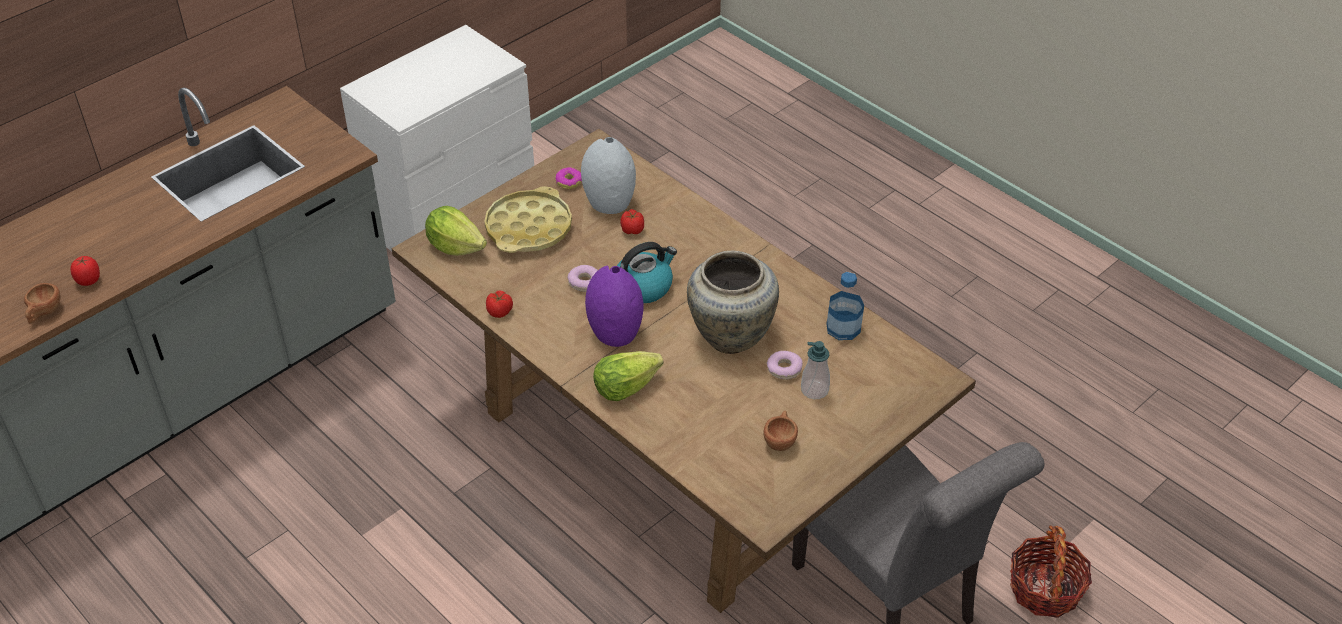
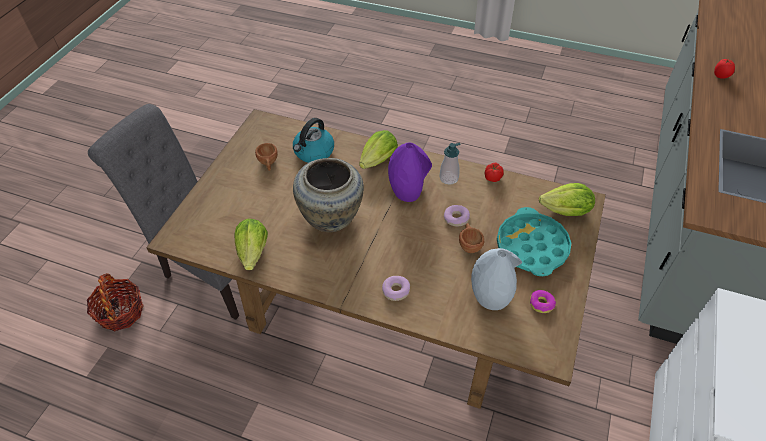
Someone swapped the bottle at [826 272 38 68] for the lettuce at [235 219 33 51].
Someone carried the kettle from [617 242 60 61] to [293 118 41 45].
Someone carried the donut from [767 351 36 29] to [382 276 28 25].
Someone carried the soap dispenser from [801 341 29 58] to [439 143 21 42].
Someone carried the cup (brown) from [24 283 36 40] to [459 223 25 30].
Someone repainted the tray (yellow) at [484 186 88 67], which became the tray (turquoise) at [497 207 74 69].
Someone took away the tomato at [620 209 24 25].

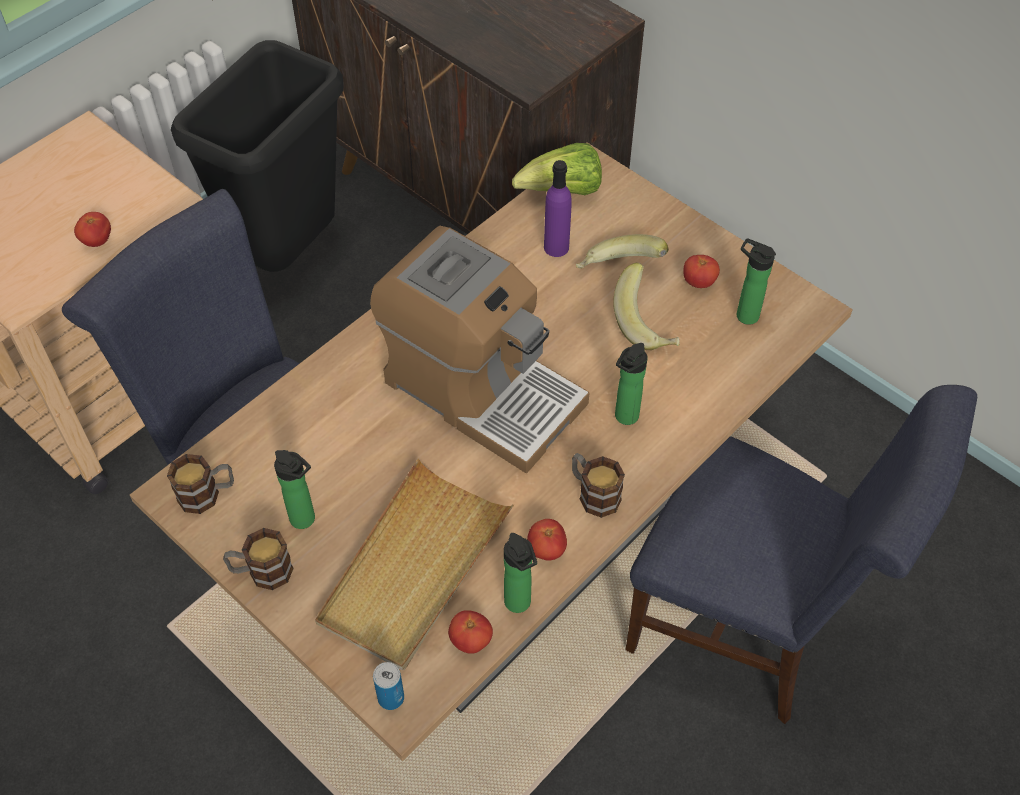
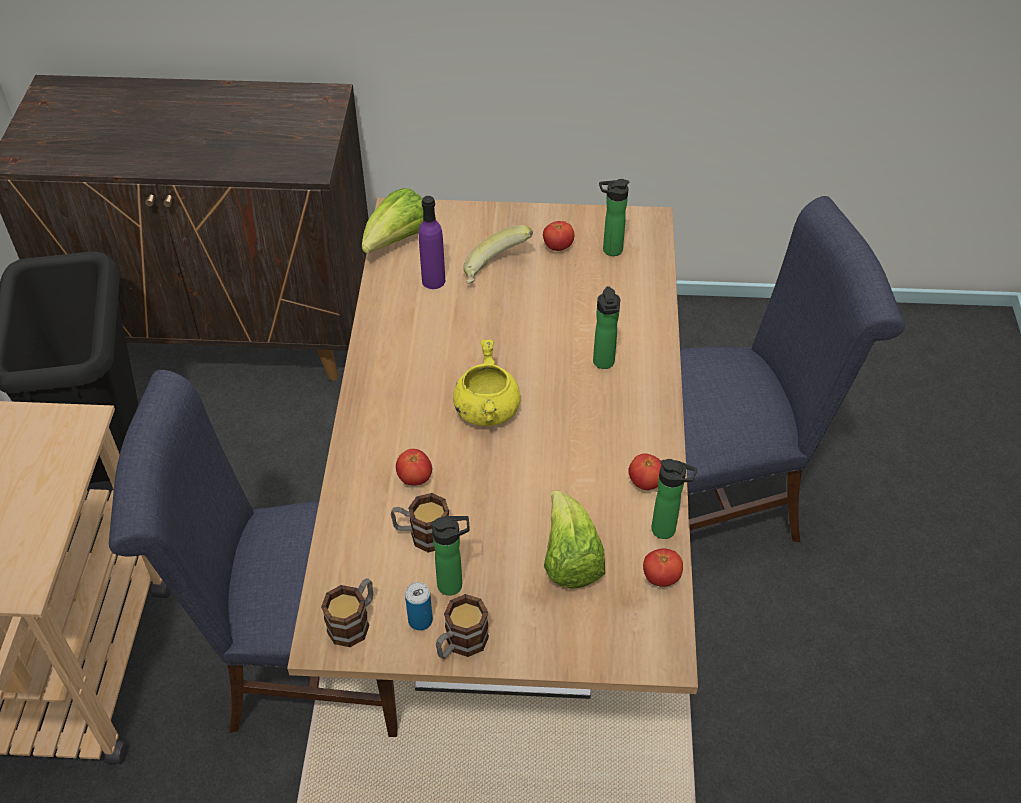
Someone carried the mug from [572 453 53 65] to [391 493 58 59].
Someone carried the tomato from [74 212 37 35] to [396 449 36 36].
Someone carried the can from [373 662 31 48] to [405 582 28 48].
Someone swapped the coffee machine at [370 226 220 248] for the cooking pot (yellow) at [453 340 68 86].
Someone swapped the tray (beige) at [315 459 199 211] for the lettuce at [544 490 61 99].
Someone took away the banana at [613 262 67 88].

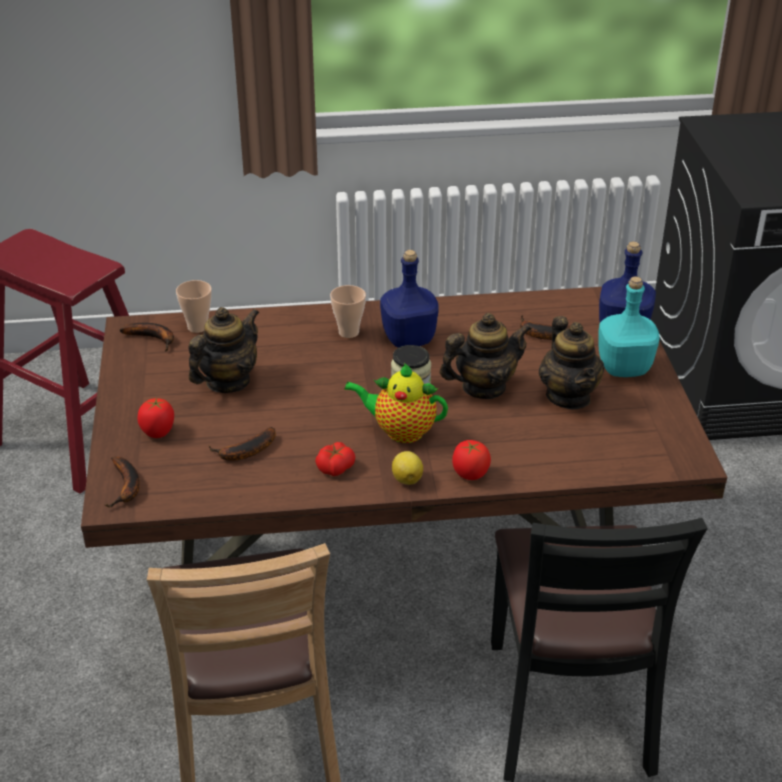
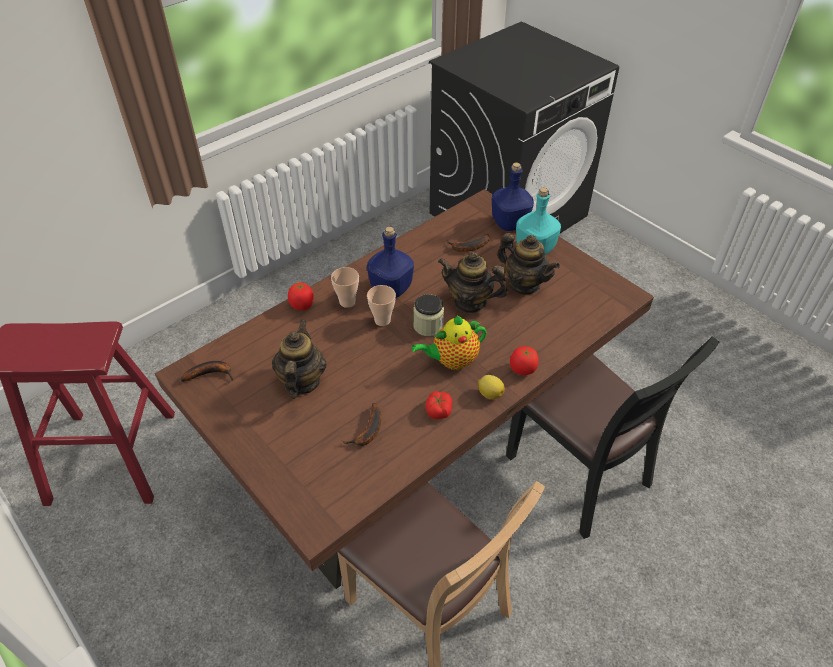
Someone carried the tomato from [138 398 36 40] to [288 282 26 28].
Someone carried the cup from [176 280 36 53] to [367 285 29 41].
Someone rotated the teapot at [440 313 92 86] by 105 degrees counterclockwise.
Someone took away the banana at [104 457 36 51].

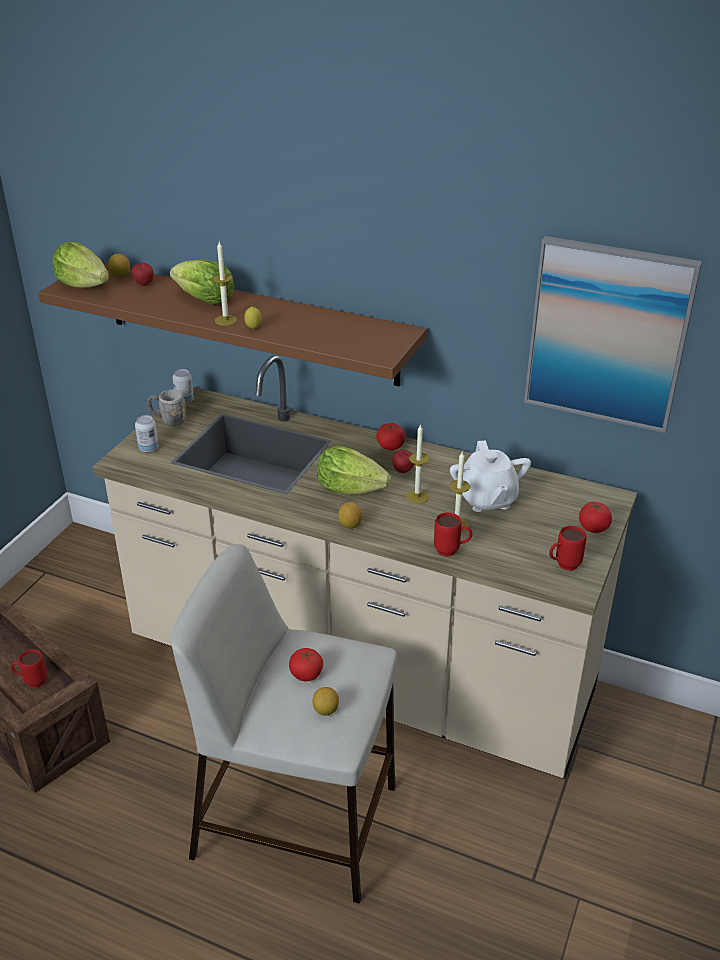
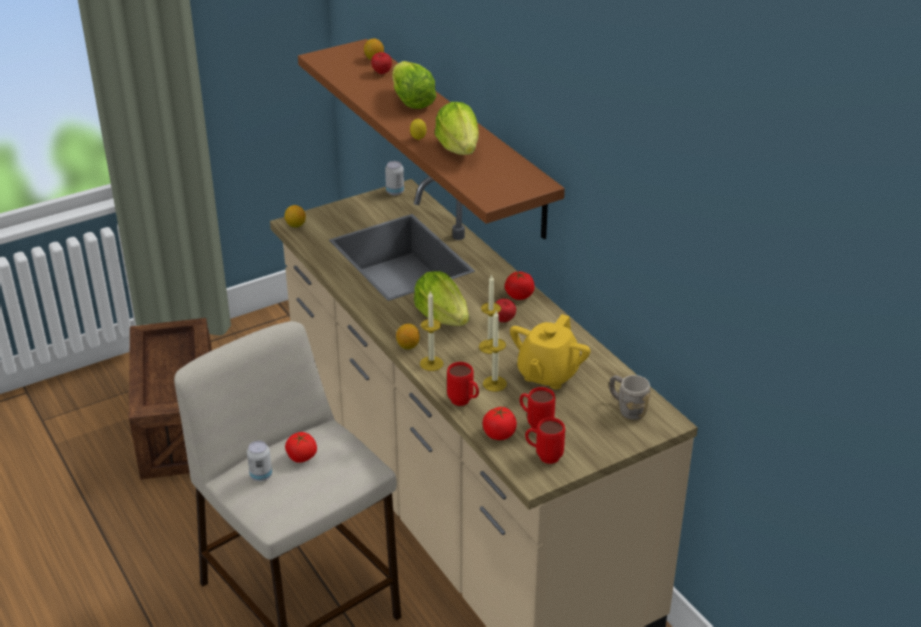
Someone carried the can from [135 415 24 38] to [247 441 25 40].
Someone carried the lemon from [313 687 26 29] to [284 205 22 22].
Someone carried the candle from [213 242 24 84] to [420 290 23 81].
Someone carried the lettuce from [52 241 57 47] to [435 102 44 53].
Someone carried the tomato from [579 502 33 31] to [483 407 34 33].
Someone repainted the teapot (white) at [450 440 81 72], which became the teapot (yellow) at [510 314 81 76].
Someone carried the mug (red) from [11 649 36 39] to [520 387 35 43].
Someone carried the mug (grey) from [147 389 39 37] to [609 375 42 45].
Someone took away the picture at [524 236 178 197].

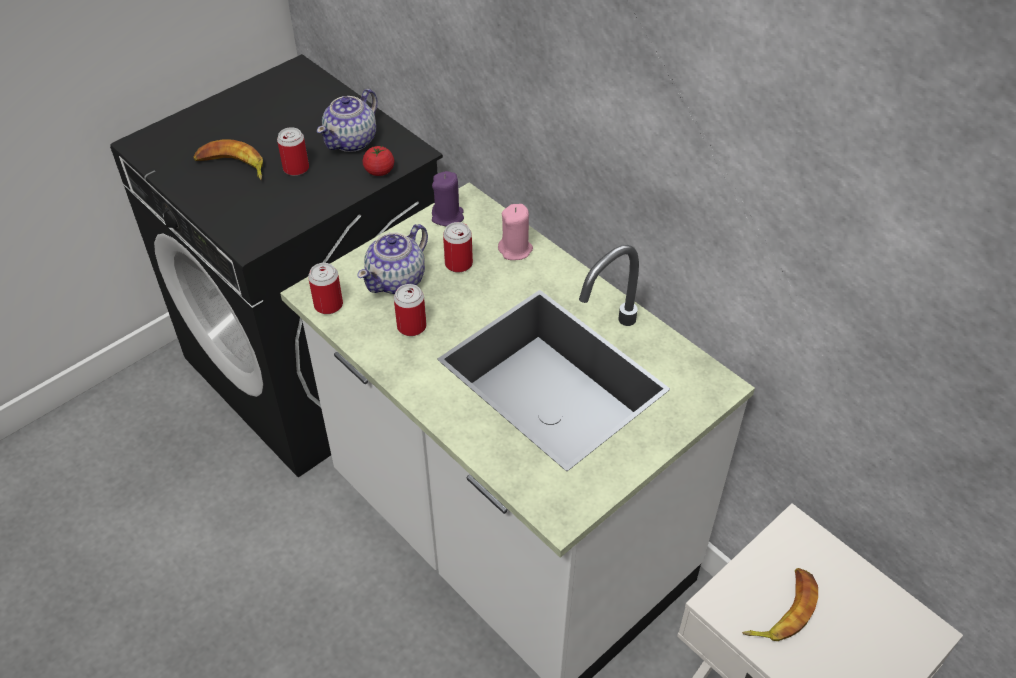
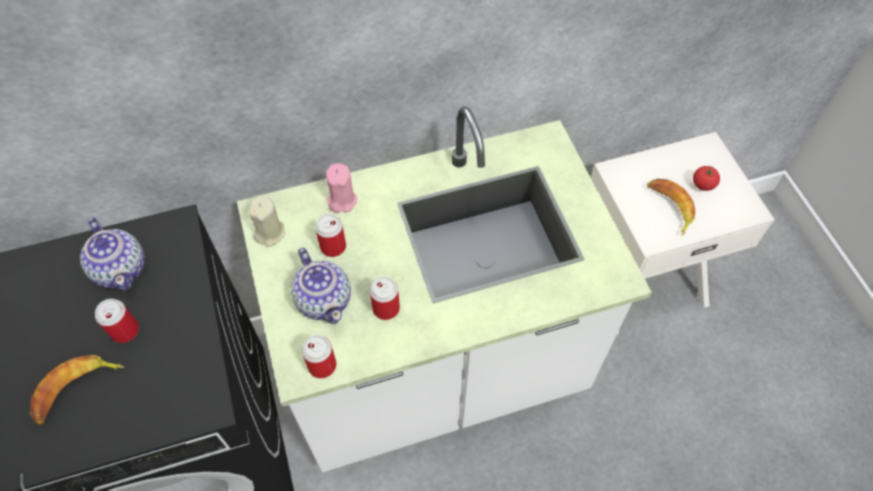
Someone repainted the candle (purple) at [432 171 32 56], which became the candle (beige) at [249 196 36 51].
Someone carried the tomato from [363 145 31 31] to [693 166 27 25].

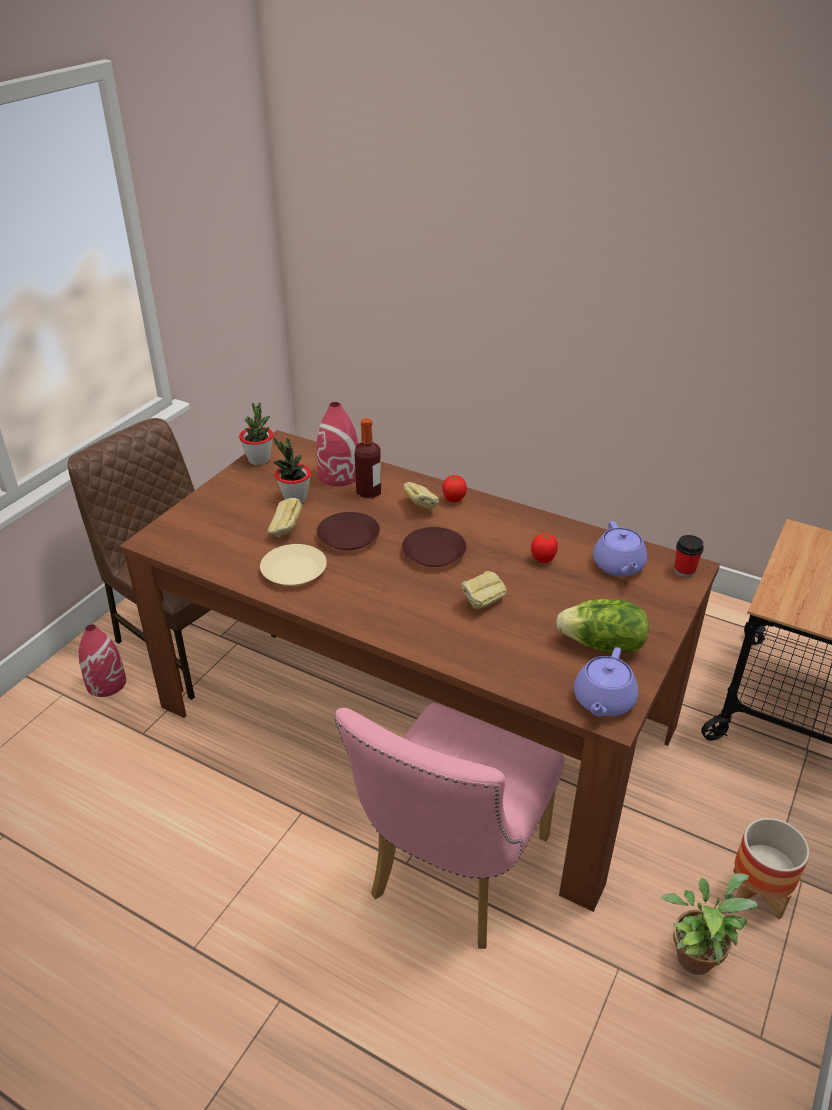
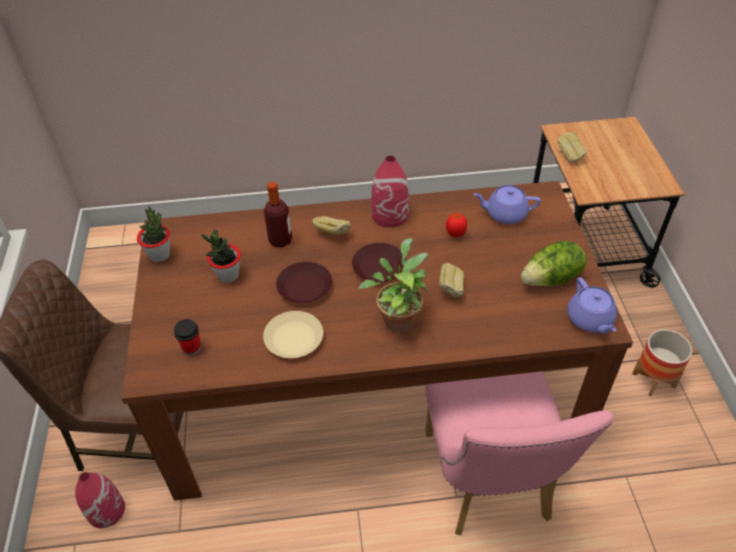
Someone carried the cup from [674 535 30 43] to [174 319 27 37].
Someone carried the potted plant from [661 873 97 102] to [359 238 69 95].
Someone carried the vase (red) from [317 402 41 85] to [371 156 38 71].
Someone rotated the teapot (purple) at [593 521 54 56] by 135 degrees clockwise.
Someone carried the bread from [268 498 34 39] to [557 132 30 30].
Someone took away the tomato at [442 475 25 27].

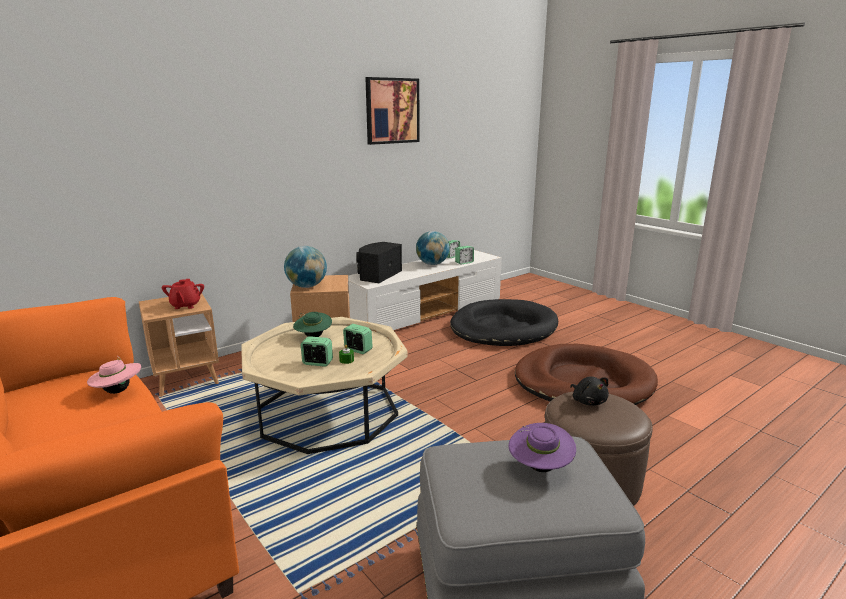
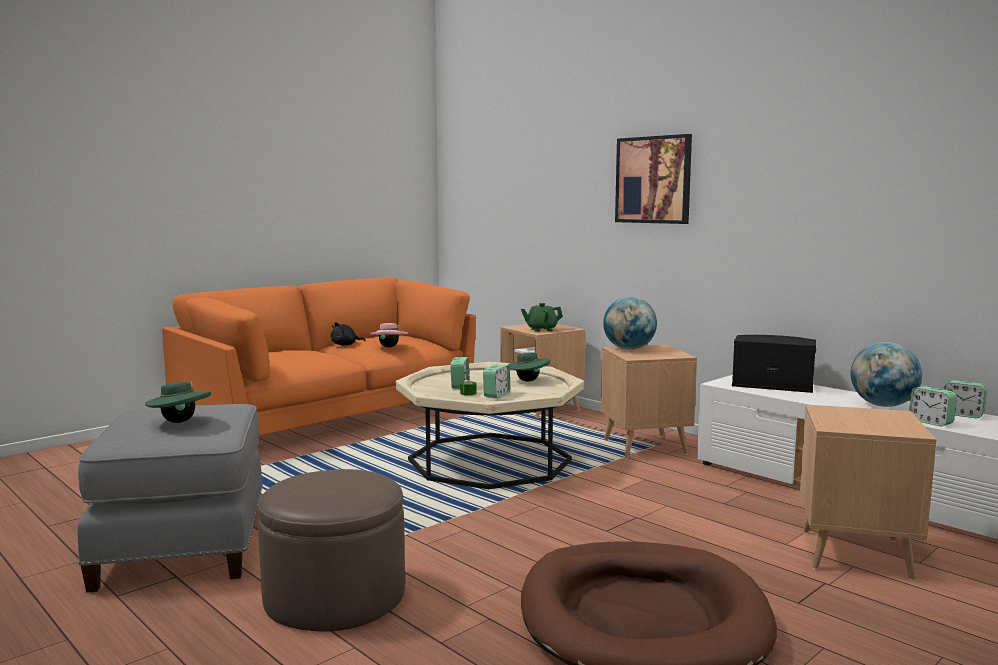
Someone repainted the hat (purple) at [509 423 67 49], which became the hat (green) at [145 378 66 45].
Someone carried the plush toy (black) from [570 377 39 29] to [331 322 35 24].
Someone repainted the teapot (red) at [162 279 42 30], which became the teapot (green) at [521 303 42 29].
Someone carried the picture from [365 77 54 68] to [615 134 77 90].
Someone swapped the dog bed (black) at [450 299 108 47] for the side table (brown) at [800 405 136 176].

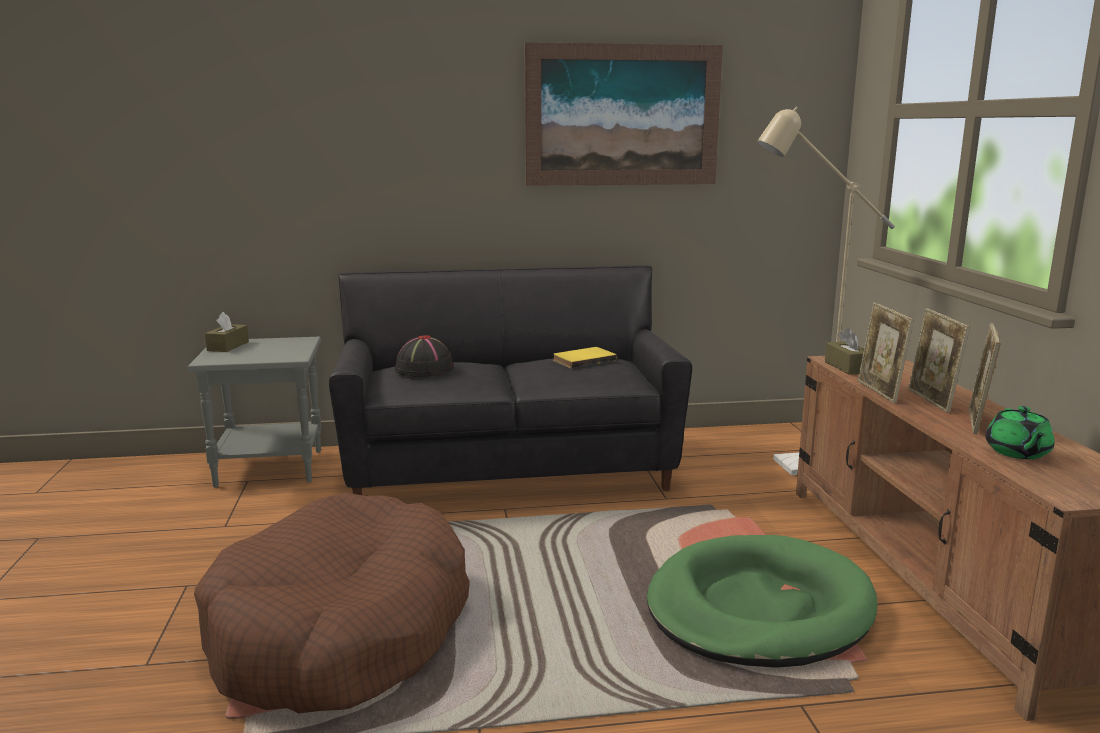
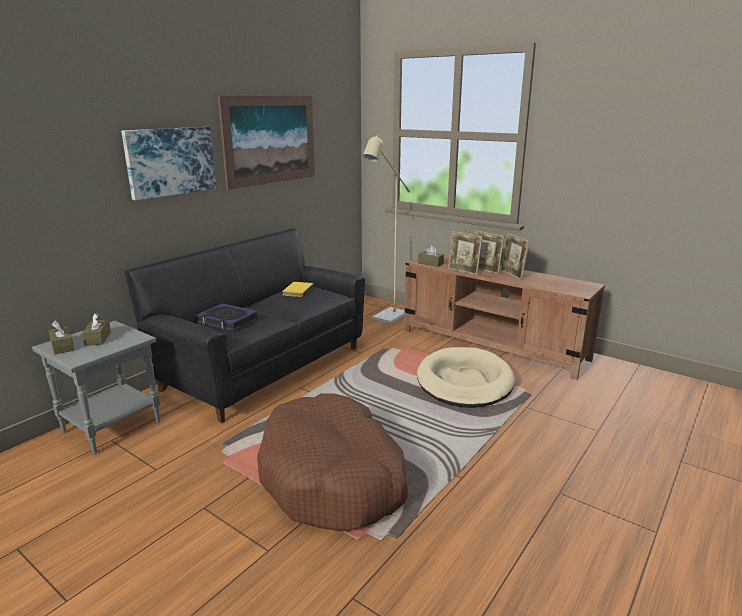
Someone put down the tissue box (brown) at [82 313 29 33].
Someone put up the picture at [121 127 95 73].
Someone swapped the hat (black) at [395 335 59 42] for the book at [197 303 61 28].
Someone repainted the dog bed (green) at [647 535 231 133], which became the dog bed (beige) at [417 347 98 61].
Someone took away the teapot (green) at [985 406 69 53].

